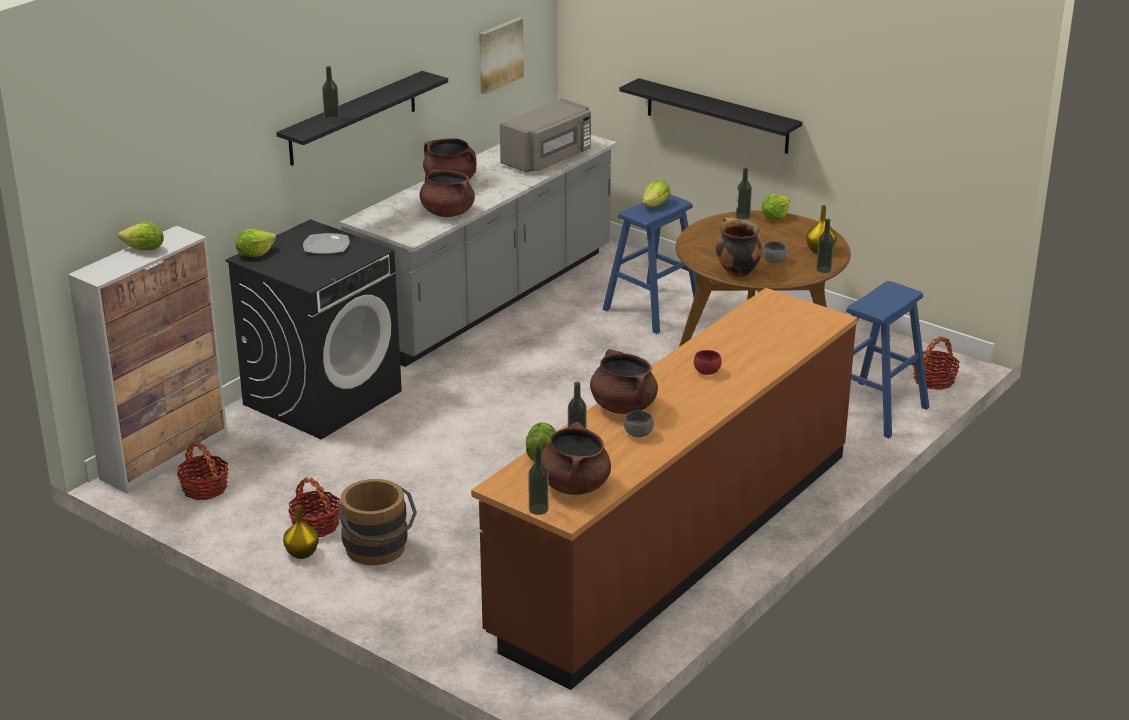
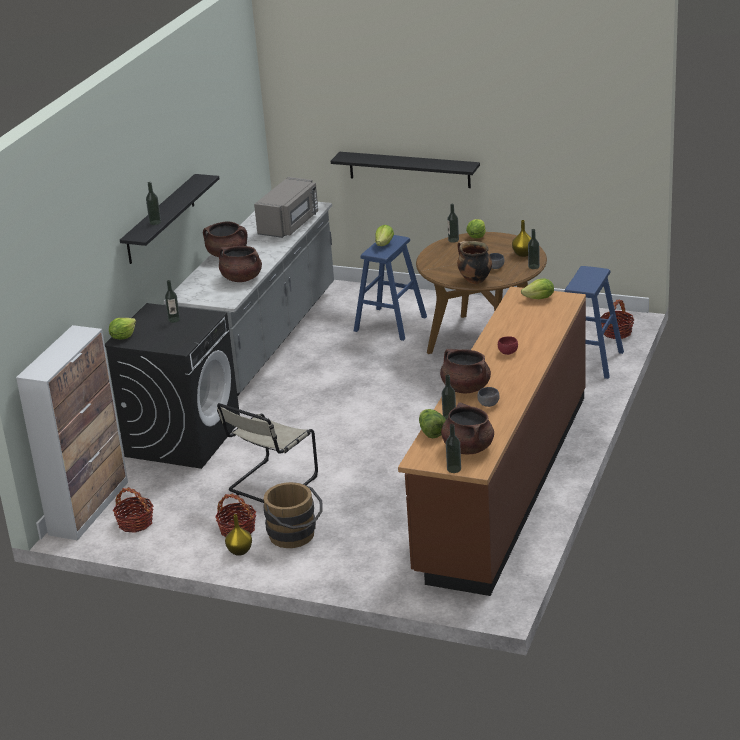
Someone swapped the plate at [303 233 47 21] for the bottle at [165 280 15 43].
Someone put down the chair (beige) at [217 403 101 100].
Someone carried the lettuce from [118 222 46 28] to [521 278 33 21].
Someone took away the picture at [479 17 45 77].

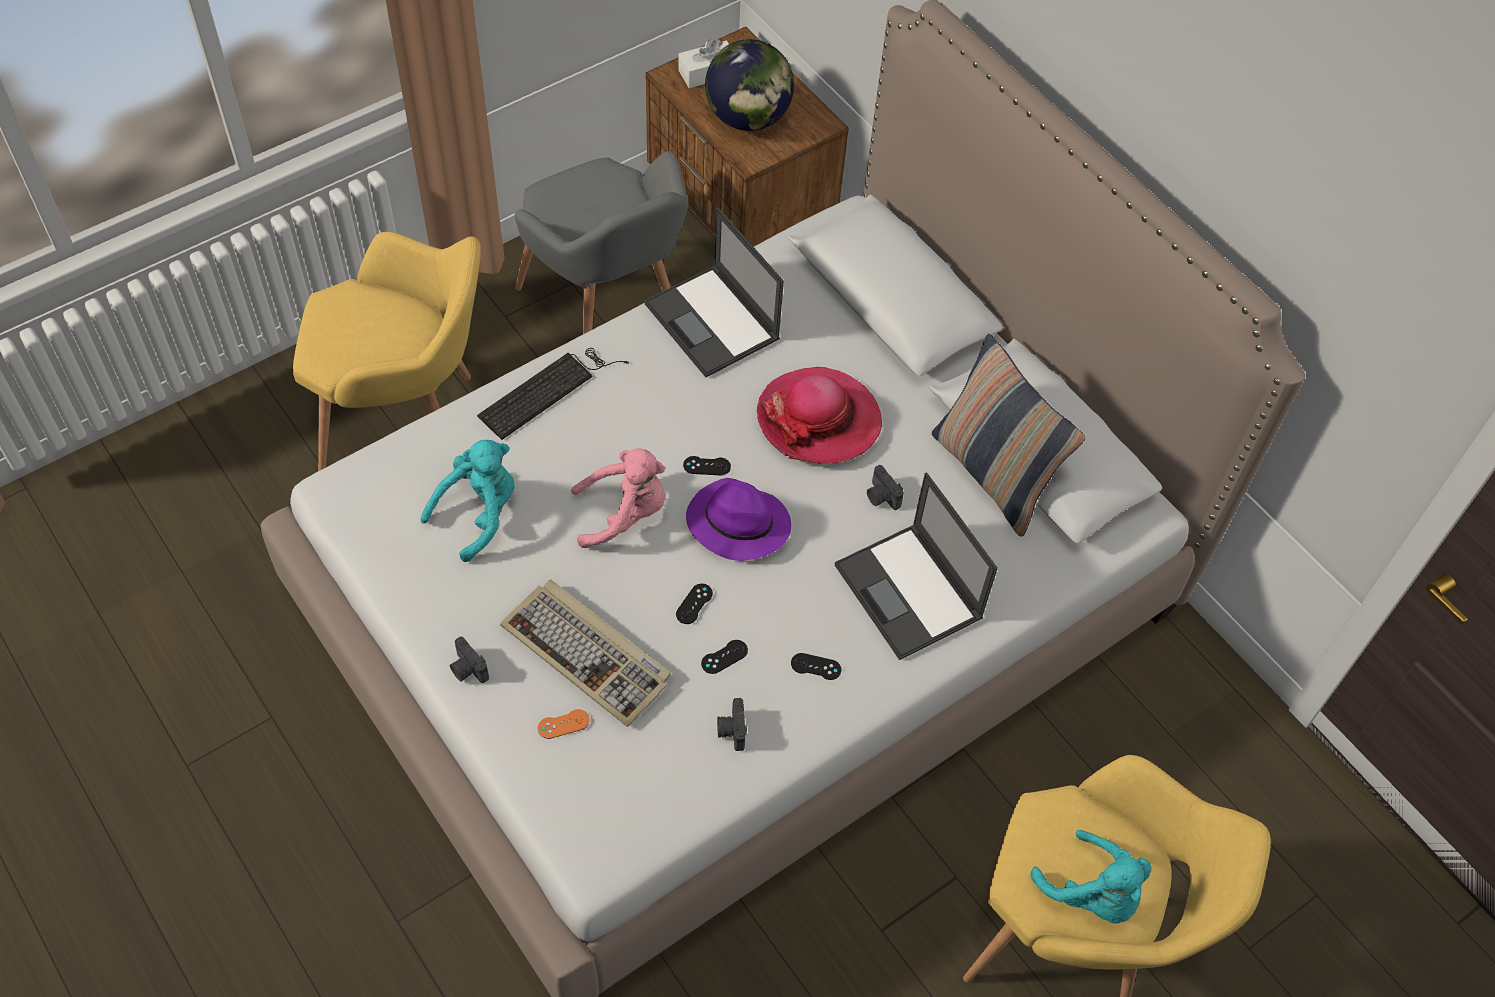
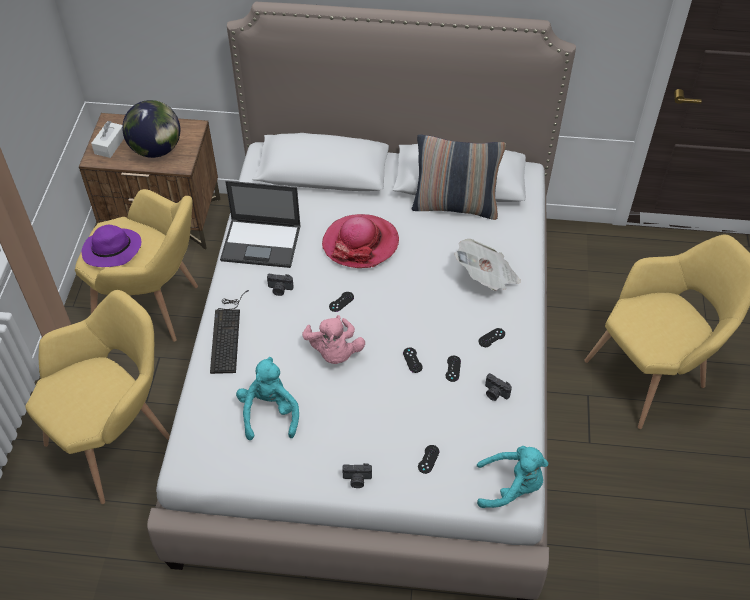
Someone repainted the armchair (grey) at [515 151 174 183], which became the armchair (yellow) at [75 189 123 153].
Someone carried the hat (purple) from [686 478 105 83] to [82 225 59 42].
Someone carried the photo camera from [867 465 37 45] to [267 274 27 22].
Someone rotated the plush toy (pink) at [571 449 94 99] by 135 degrees clockwise.
Someone repainted the game controller (orange) at [538 709 52 30], which became the game controller (black) at [418 445 21 29].
Someone swapped the laptop at [835 473 163 187] for the newspaper at [454 239 67 52].
Someone carried the plush toy (turquoise) from [1030 830 121 93] to [477 446 71 62].
Someone took away the keyboard at [500 579 171 148].

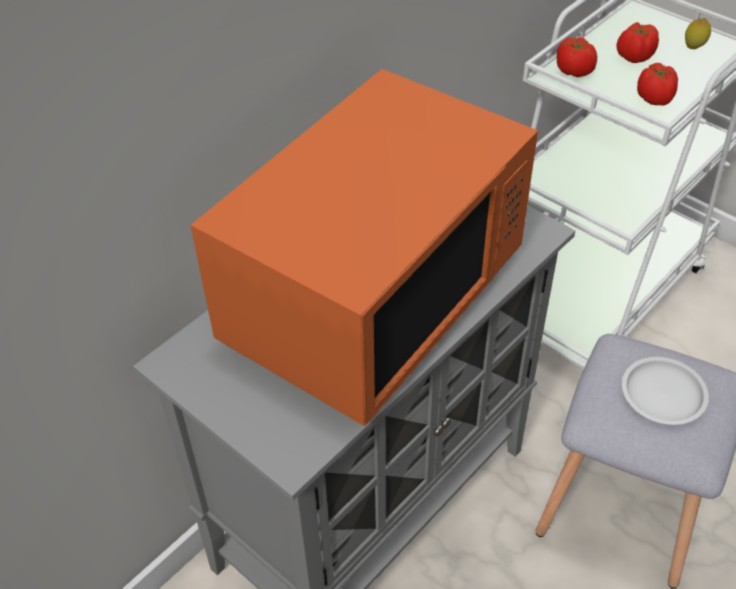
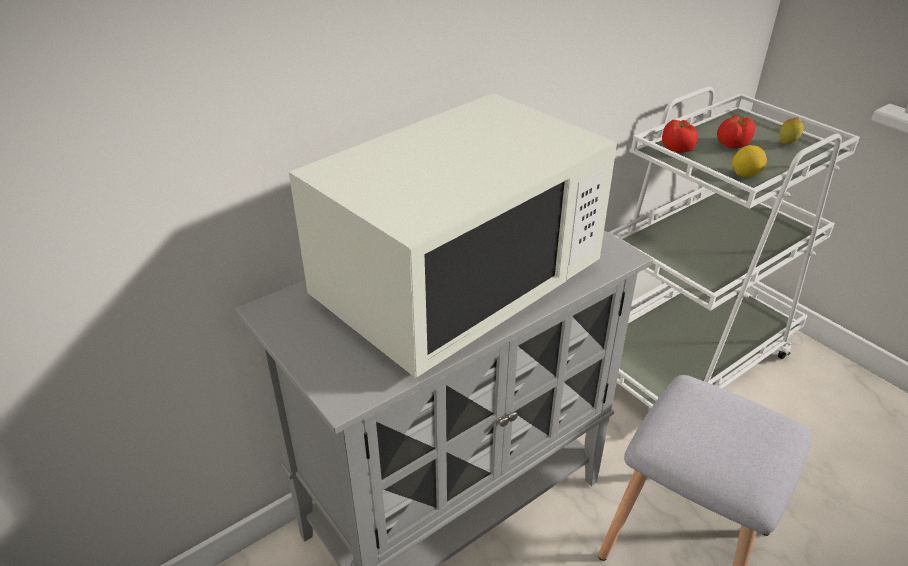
Someone repainted the microwave (orange) at [191 69 347 357], which became the microwave (white) at [289 93 328 285].
Someone swapped the tomato at [637 63 41 43] for the lemon at [732 145 35 32].
Someone took away the plate (white) at [622 357 87 68].

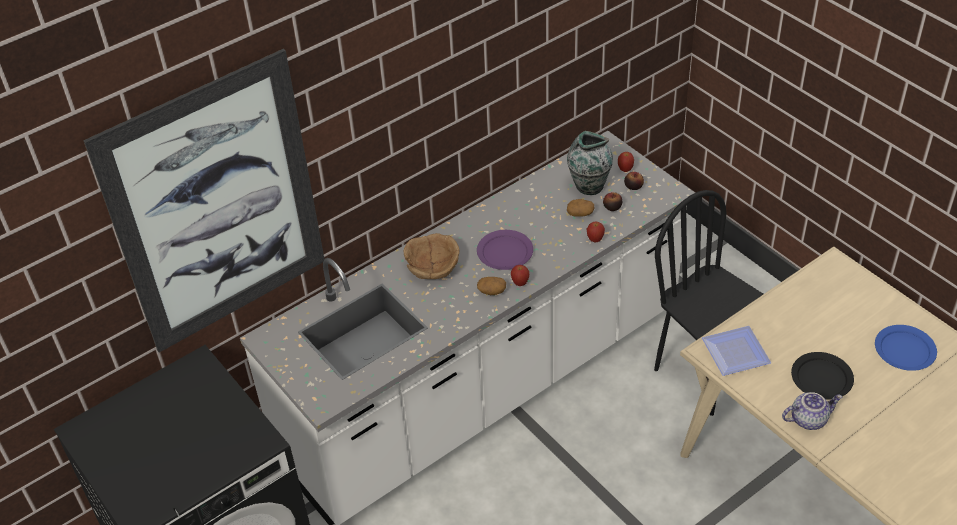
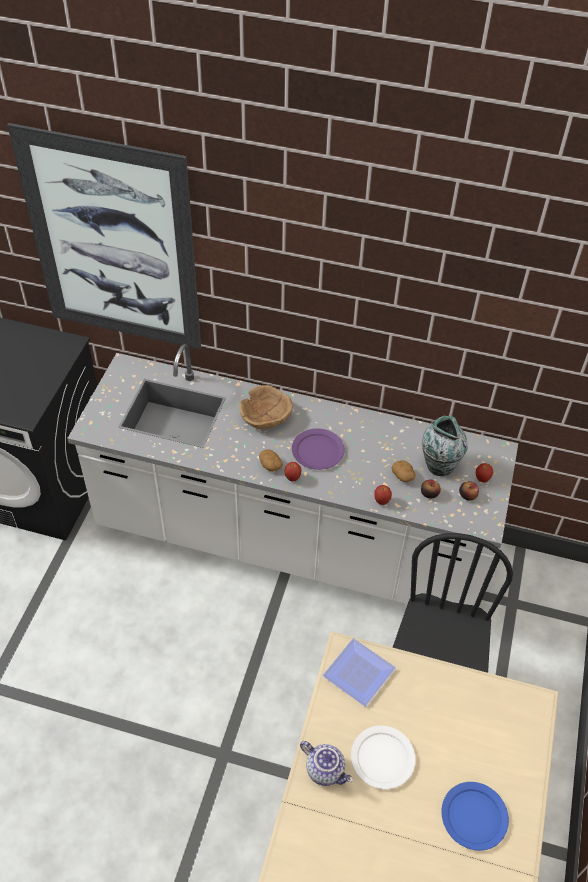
Someone repainted the plate (black) at [791 352 63 48], which became the plate (white) at [351 726 65 63].

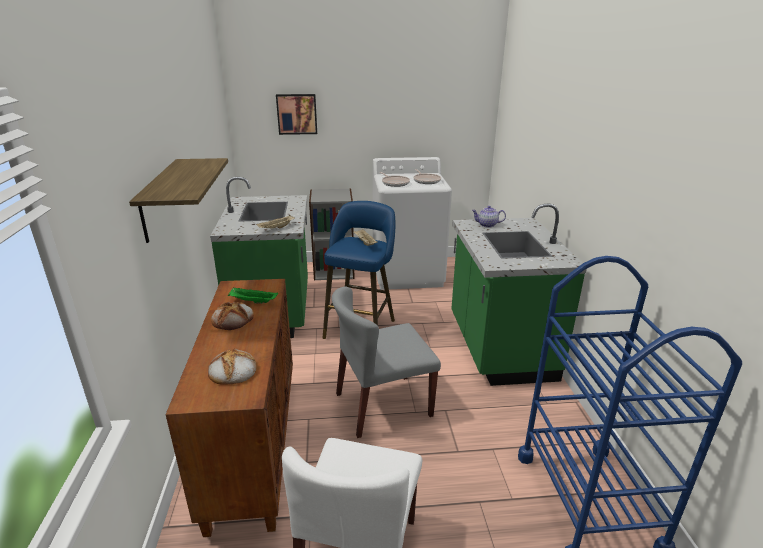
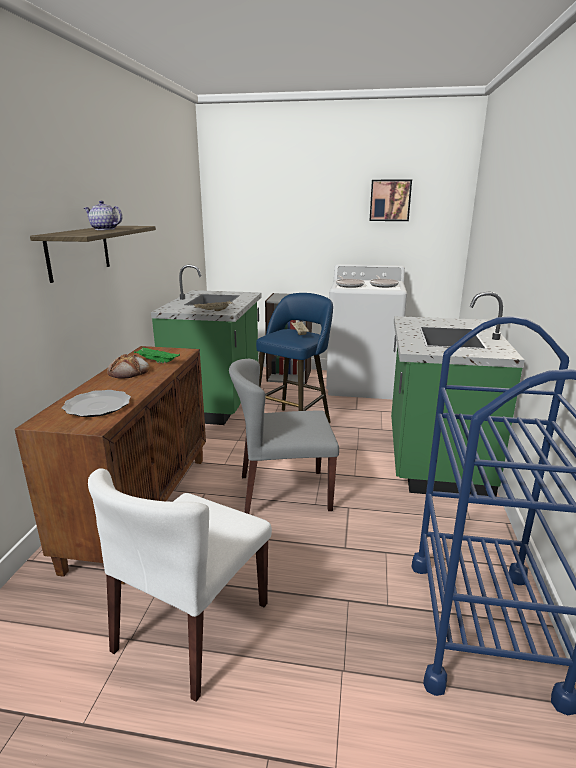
Someone swapped the bread at [208 348 49 37] for the plate at [62 390 69 27].
Someone carried the teapot from [472 206 34 21] to [84 201 38 29].
Someone carried the picture from [276 94 41 41] to [369 180 43 41].

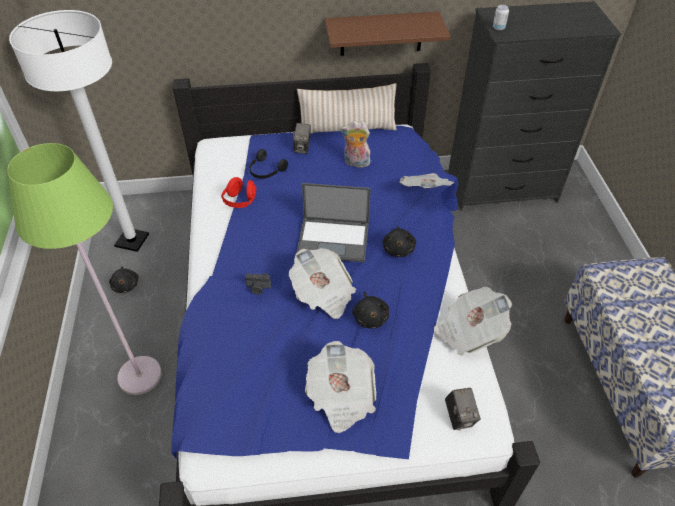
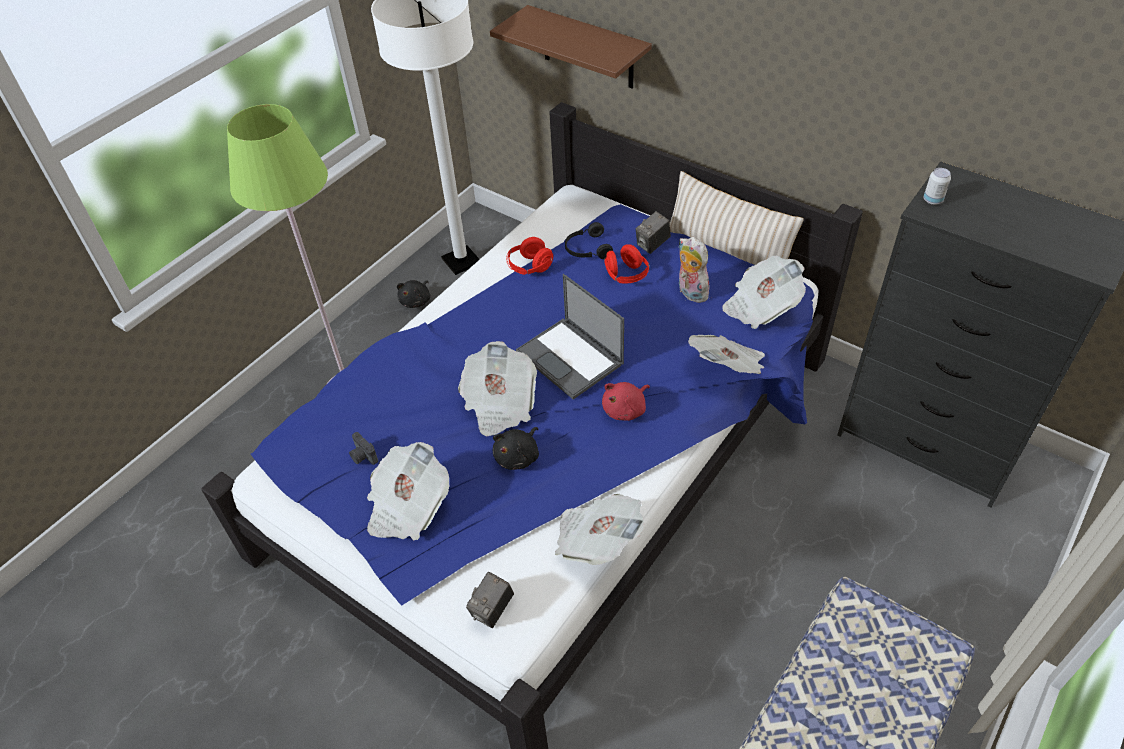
Someone carried the photo camera from [245 273 26 22] to [349 432 29 33].
Someone carried the shelf (brown) from [325 12 126 44] to [490 5 162 83].
Someone repainted the plush toy (black) at [382 226 34 31], which became the plush toy (red) at [602 382 48 39].
Someone put down the headphones (red) at [604 244 45 39].
Someone put down the newspaper at [722 256 84 73].

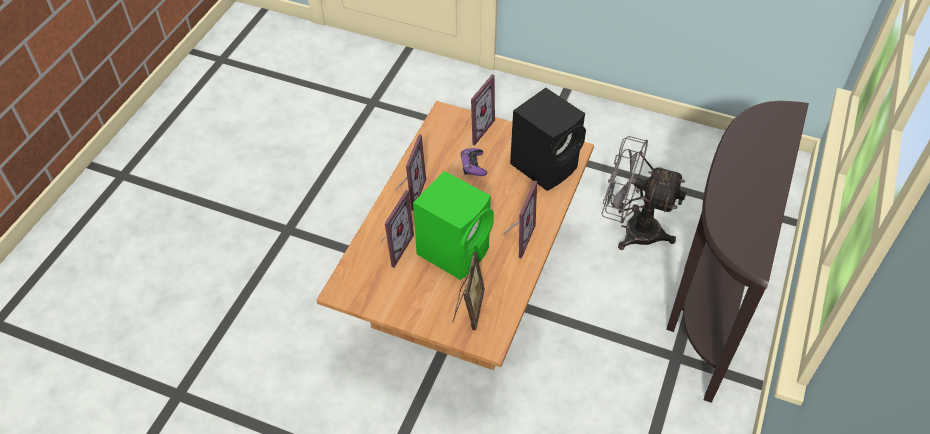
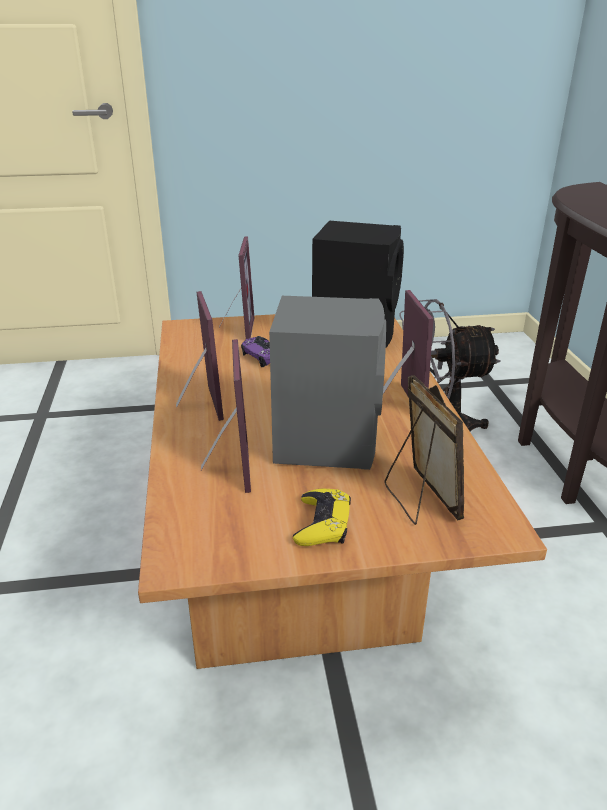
Someone repainted the speaker (green) at [413 171 81 109], which became the speaker (grey) at [269 296 117 174].
Someone put down the game controller (yellow) at [293 489 58 57].

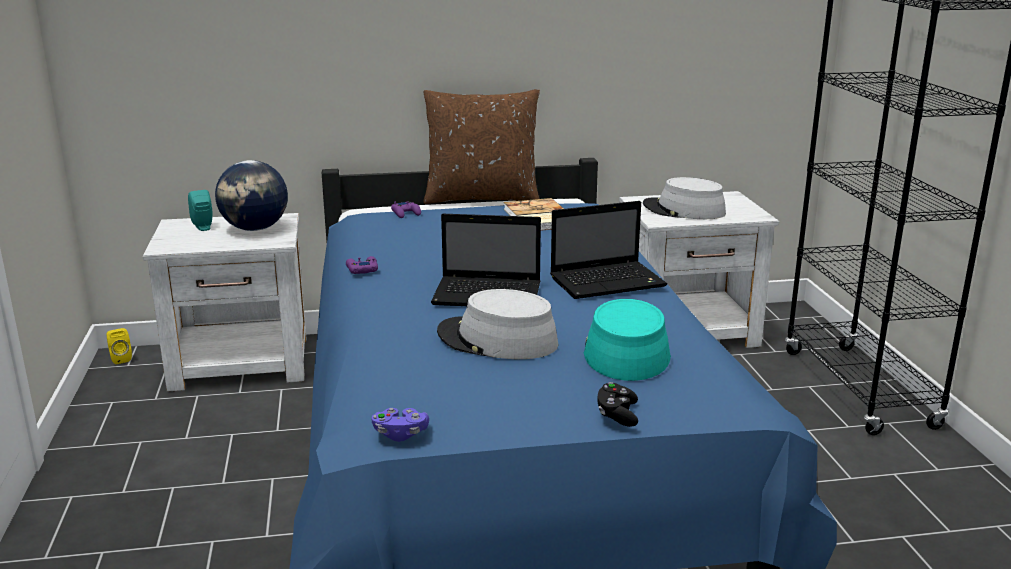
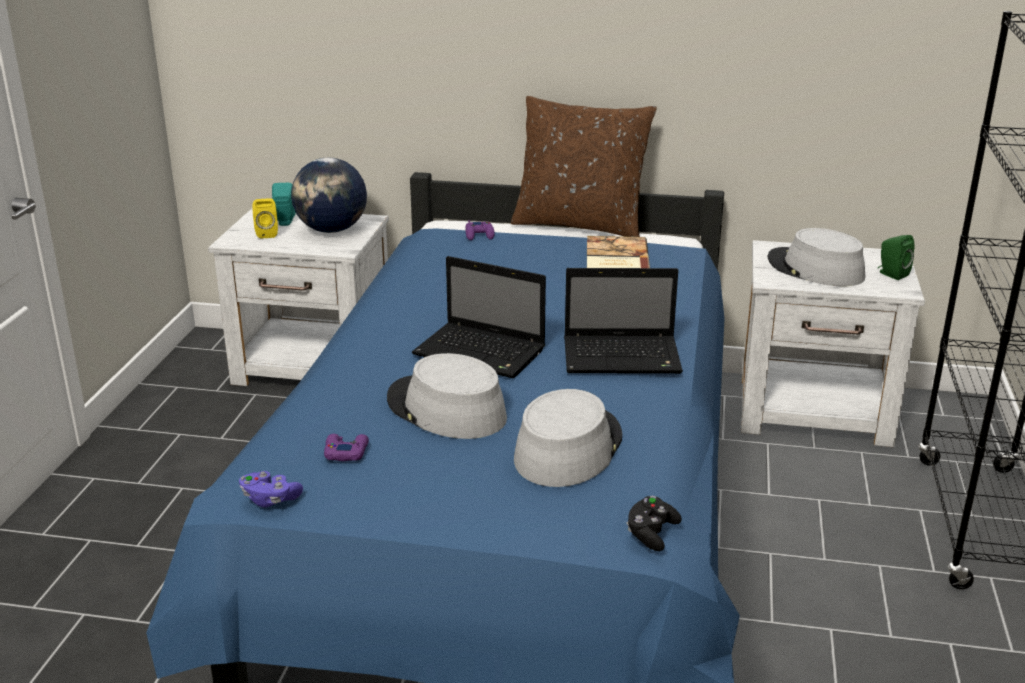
Someone carried the speaker (yellow) from [107 328 25 36] to [252 198 26 41].
Someone carried the game controller (purple) from [346 256 32 18] to [324 434 45 27].
Someone repainted the hat (turquoise) at [584 299 87 82], which became the hat (grey) at [514 389 108 98].
Someone carried the game controller (black) from [597 382 41 45] to [626 496 56 55].
Someone put down the speaker (green) at [878 235 36 45].

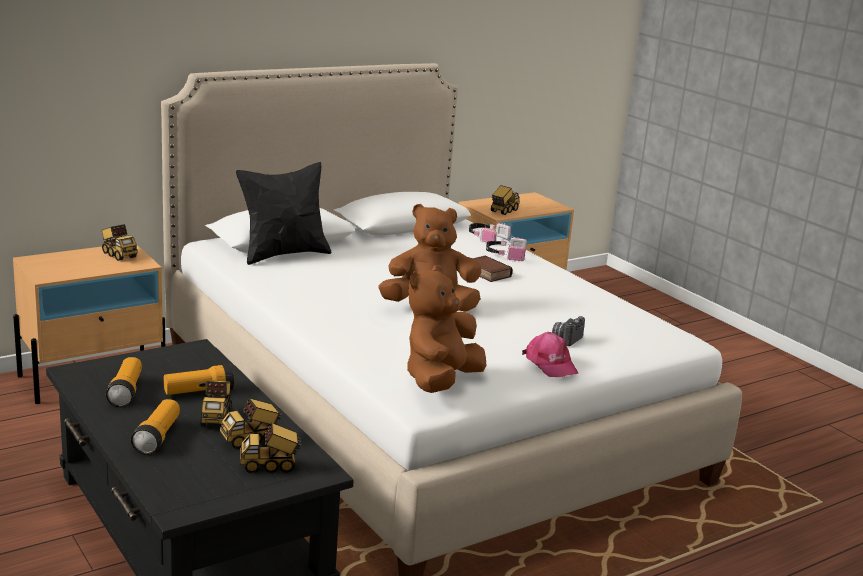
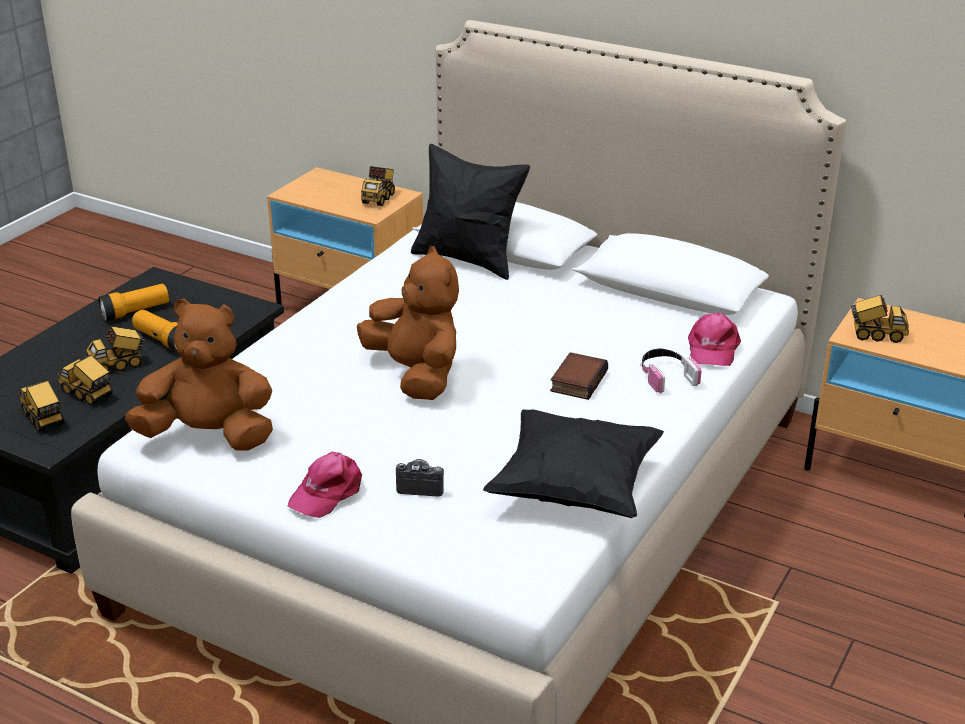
Someone put down the pillow (black) at [483 409 181 109].
Someone swapped the headphones at [469 222 42 21] for the cap (pink) at [688 313 53 53].
Someone took away the flashlight at [131 399 49 56].

